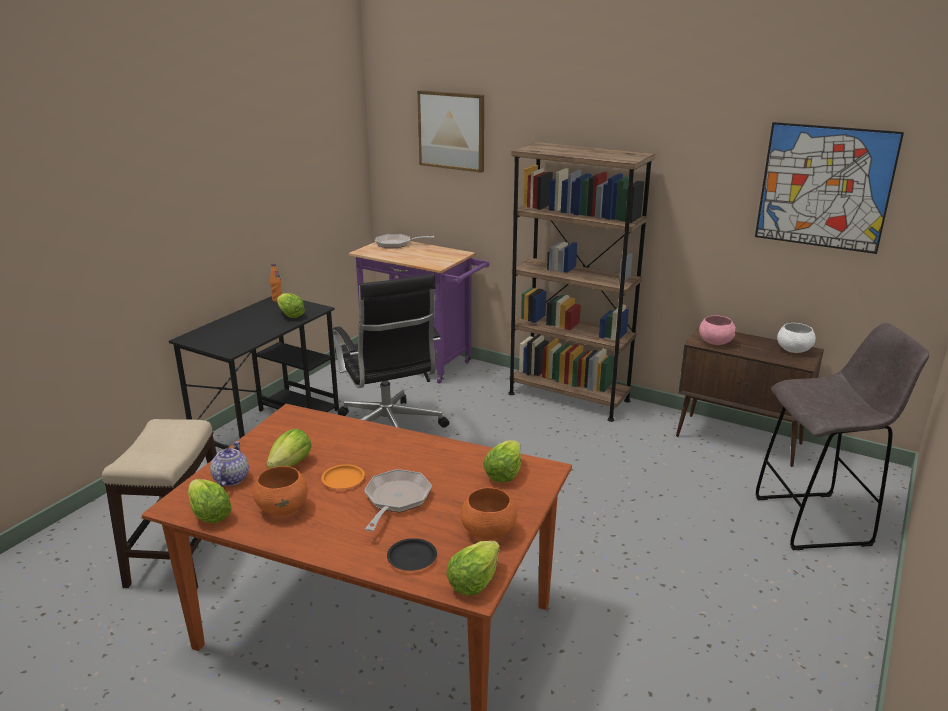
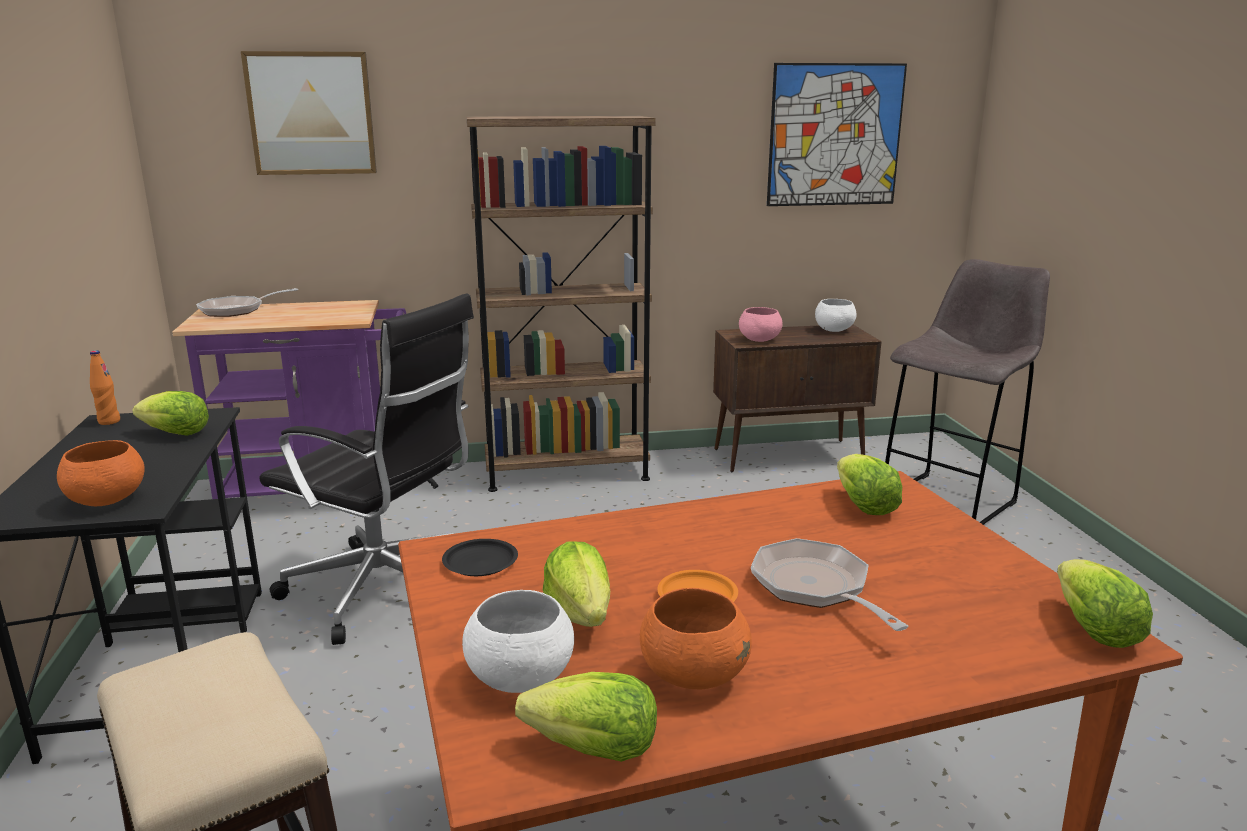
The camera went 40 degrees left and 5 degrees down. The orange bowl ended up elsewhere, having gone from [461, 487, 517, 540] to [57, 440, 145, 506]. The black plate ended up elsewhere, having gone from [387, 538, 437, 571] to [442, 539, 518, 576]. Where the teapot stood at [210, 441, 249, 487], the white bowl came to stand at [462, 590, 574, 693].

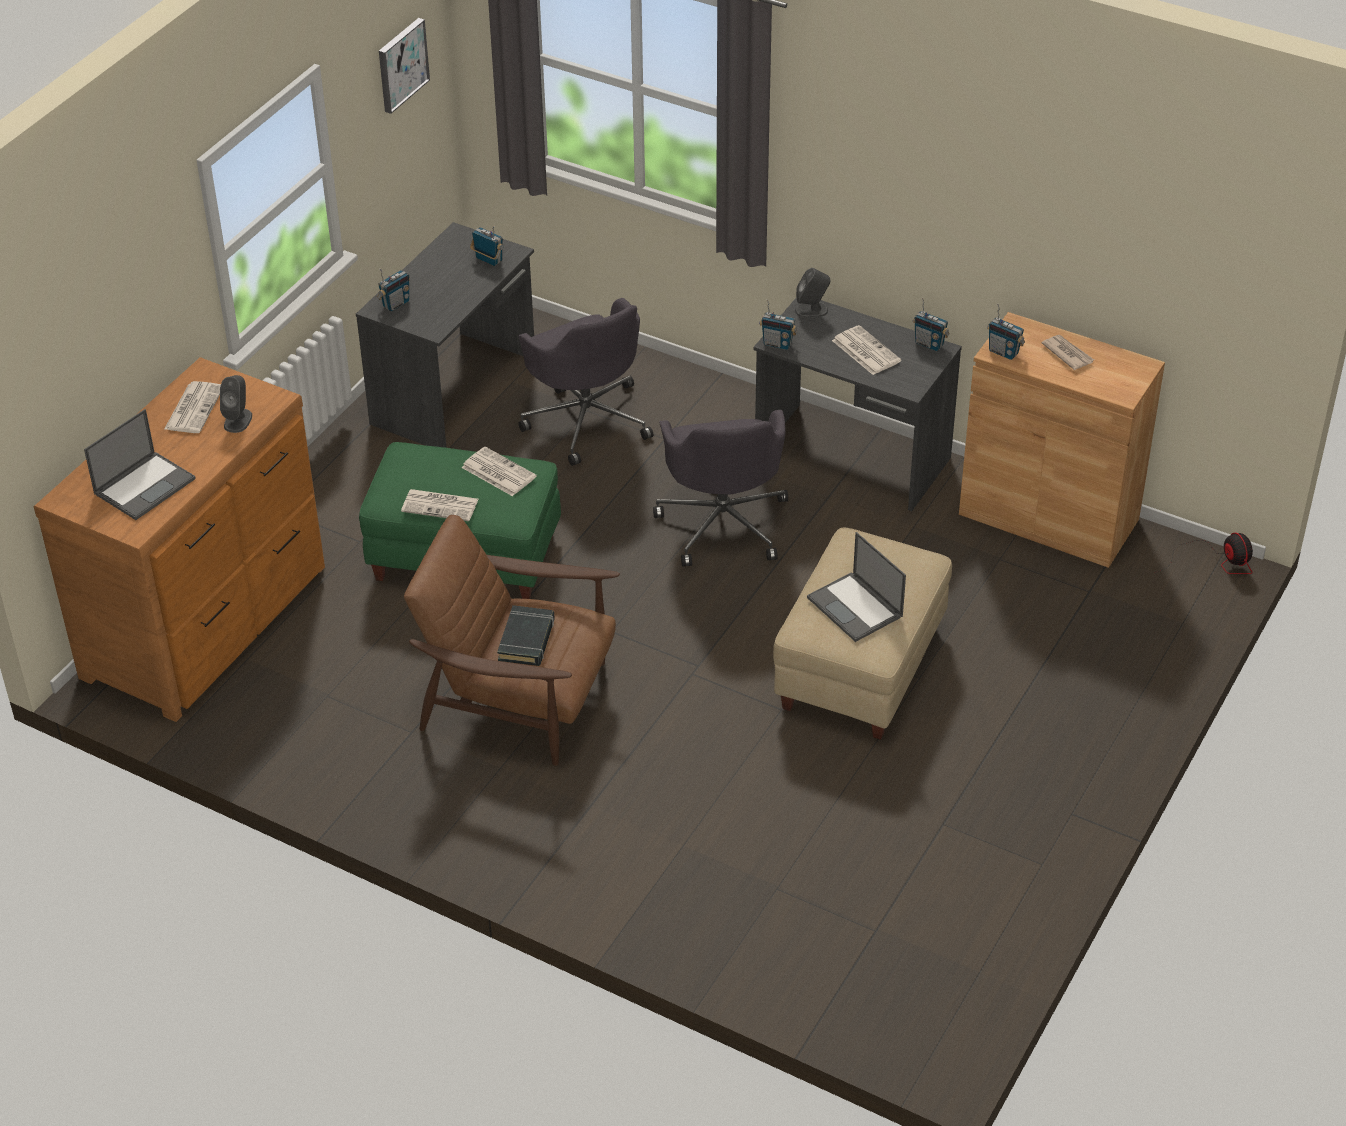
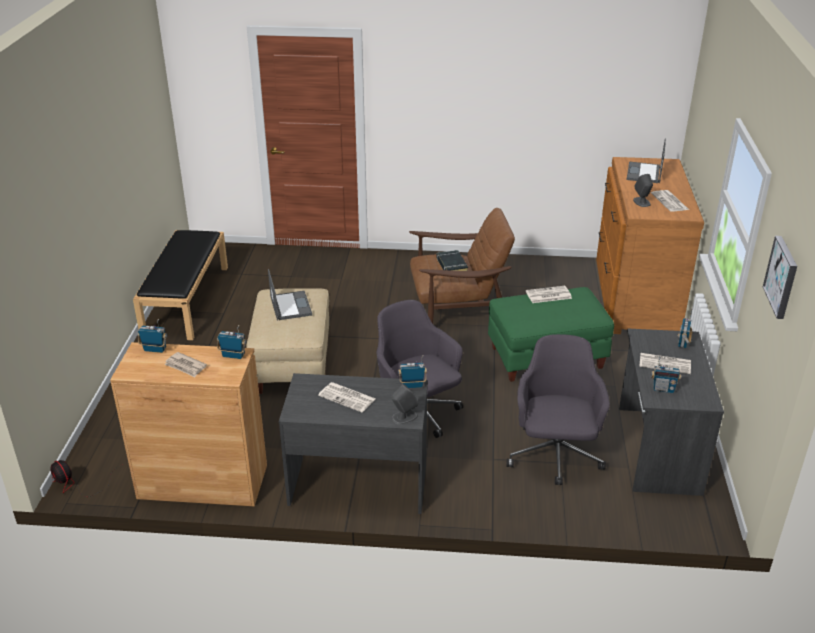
The camera went 155 degrees right and 10 degrees down. The second view gained the black bench at [133, 230, 228, 340]. The radio ended up elsewhere, having gone from [913, 298, 950, 351] to [138, 319, 167, 353]. The laptop at [807, 532, 906, 642] ended up facing another way, 45 degrees clockwise from before. The grey office chair at [519, 298, 653, 466] ended up facing another way, 60 degrees clockwise from before. The newspaper ended up elsewhere, having gone from [461, 447, 537, 496] to [639, 353, 691, 374].

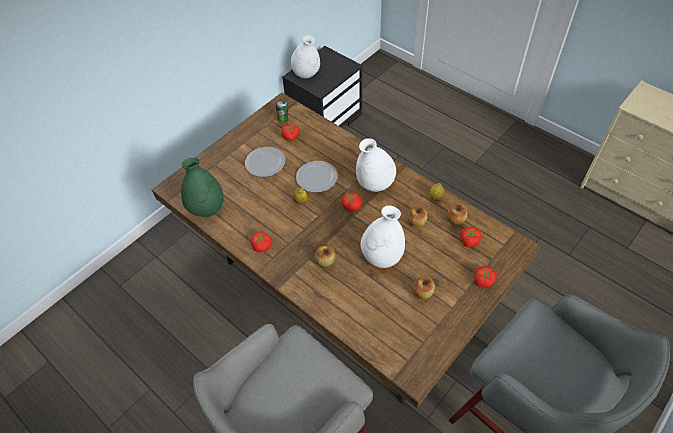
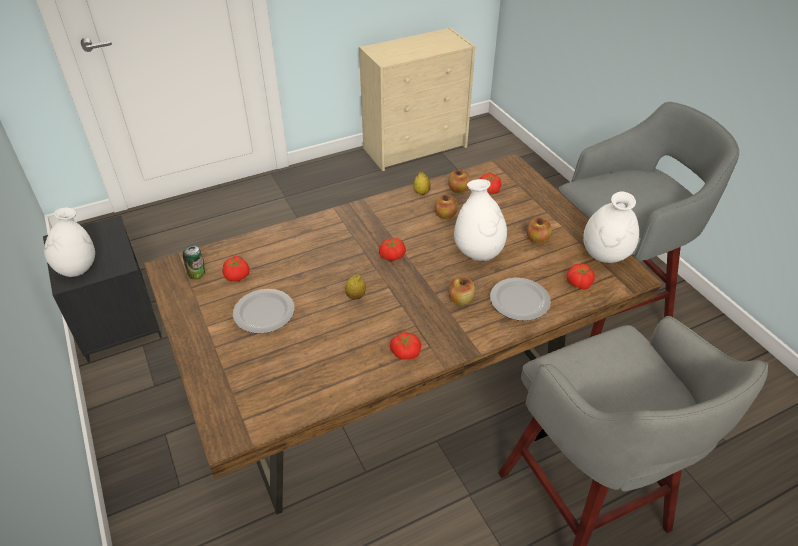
The camera went 70 degrees left and 10 degrees down. The plate ended up elsewhere, having gone from [296, 161, 338, 193] to [490, 278, 551, 321]. The tomato ended up elsewhere, having gone from [474, 266, 497, 288] to [567, 263, 595, 290]. The white vase ended up elsewhere, having gone from [356, 138, 396, 192] to [583, 191, 639, 263]. The second view lost the green vase at [181, 157, 224, 217].

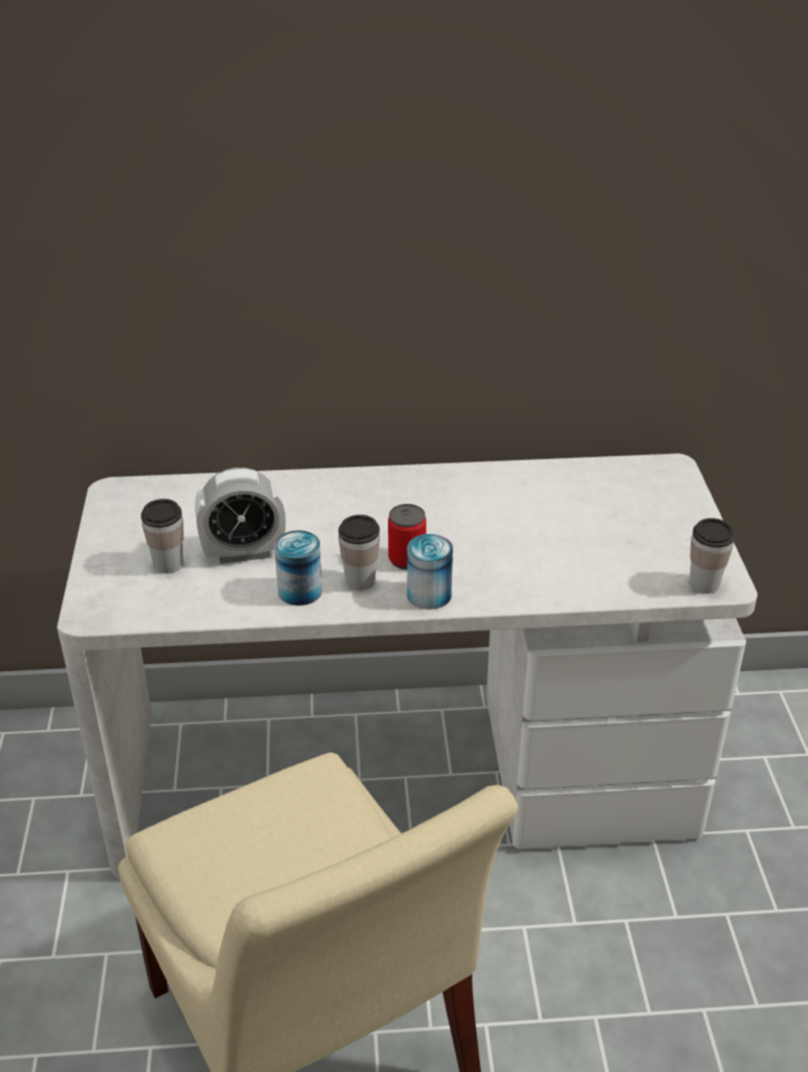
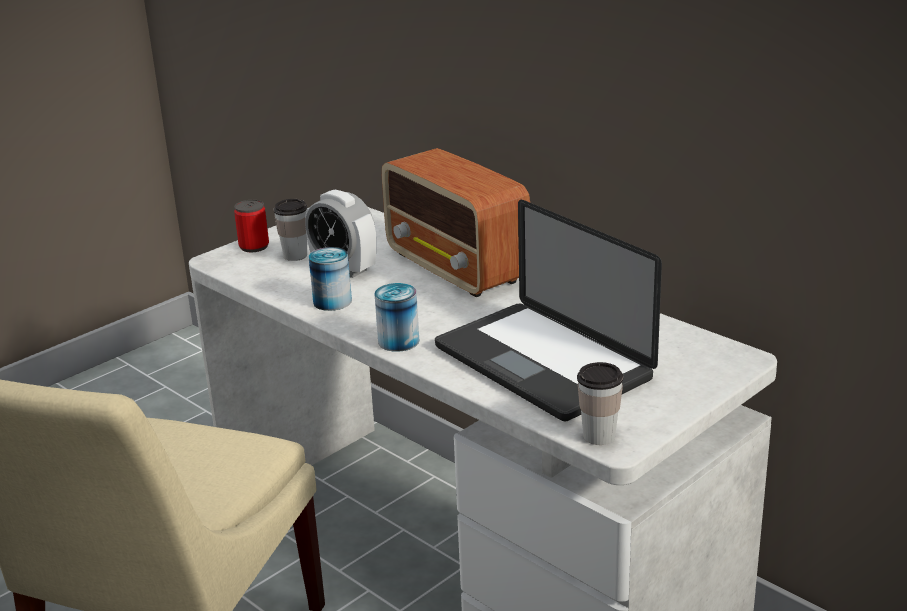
The camera went 50 degrees right and 10 degrees down. The can ended up elsewhere, having gone from [388, 504, 426, 570] to [234, 200, 269, 252]. The second view gained the radio at [382, 148, 530, 297]. The second view gained the laptop at [435, 200, 662, 421]. The second view lost the cup at [338, 515, 380, 590].

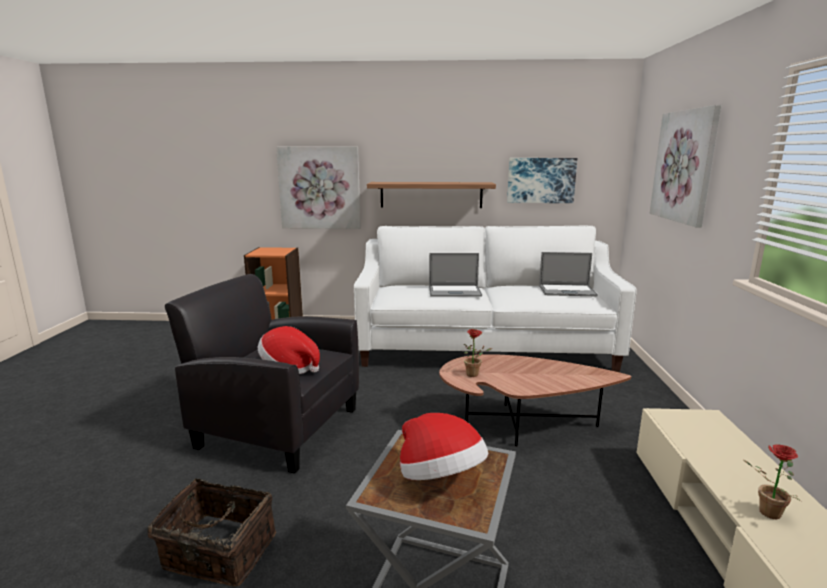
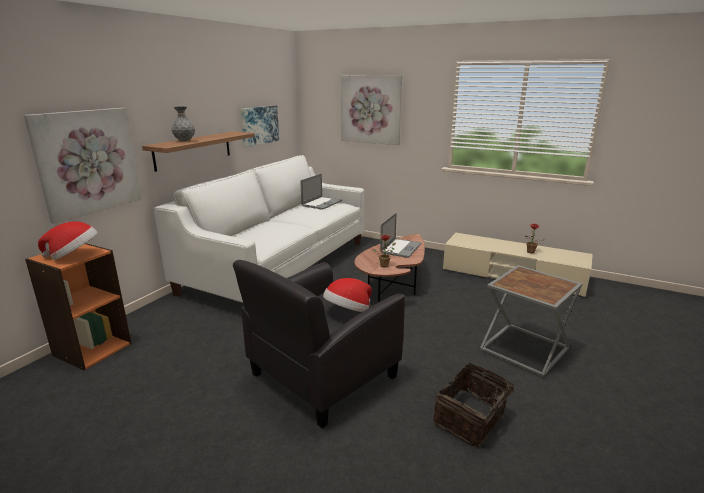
The camera went 65 degrees left and 5 degrees up. The hat ended up elsewhere, having gone from [400, 413, 488, 480] to [38, 221, 98, 260]. The second view gained the grey vase at [171, 106, 195, 141]. The laptop ended up elsewhere, having gone from [429, 253, 482, 297] to [380, 213, 422, 258].

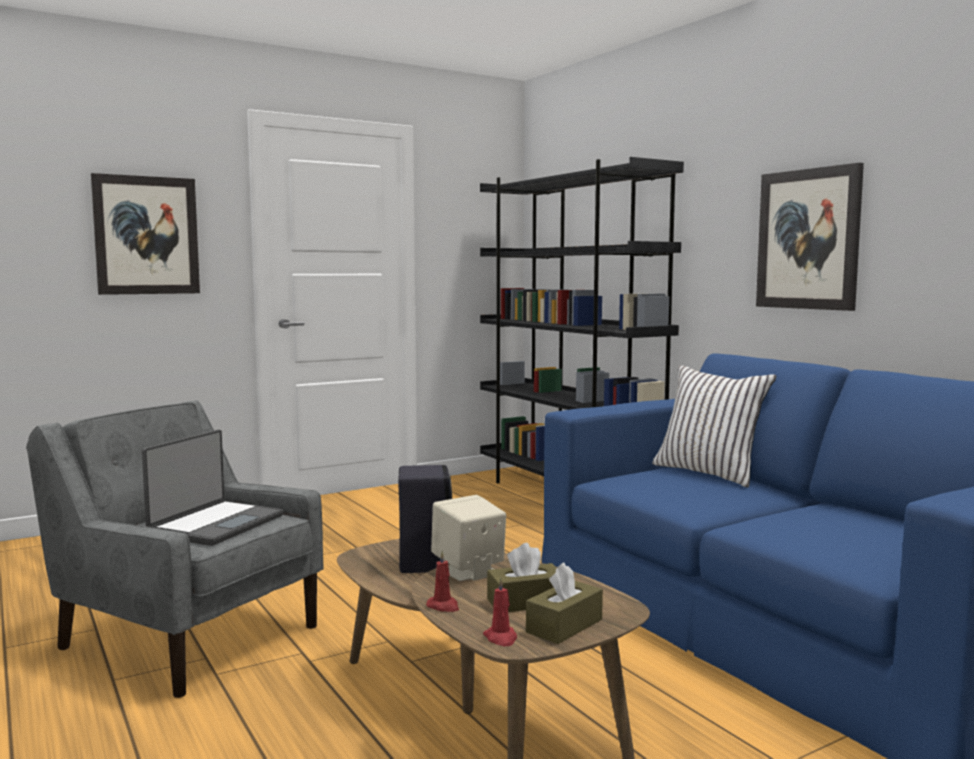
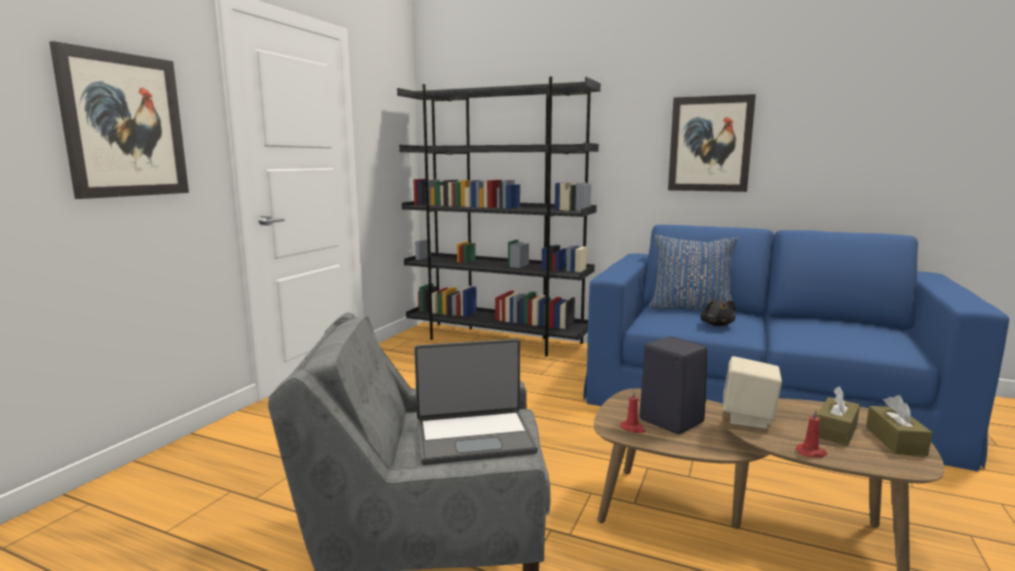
The camera went 35 degrees left and 5 degrees up. The laptop at [142, 430, 283, 546] ended up facing another way, 90 degrees clockwise from before. The red candle ended up elsewhere, having gone from [483, 577, 517, 646] to [620, 390, 645, 433]. What was the white pillow at [652, 365, 777, 488] turned into the blue pillow at [649, 235, 738, 310]. The second view gained the black plush toy at [700, 300, 735, 326].

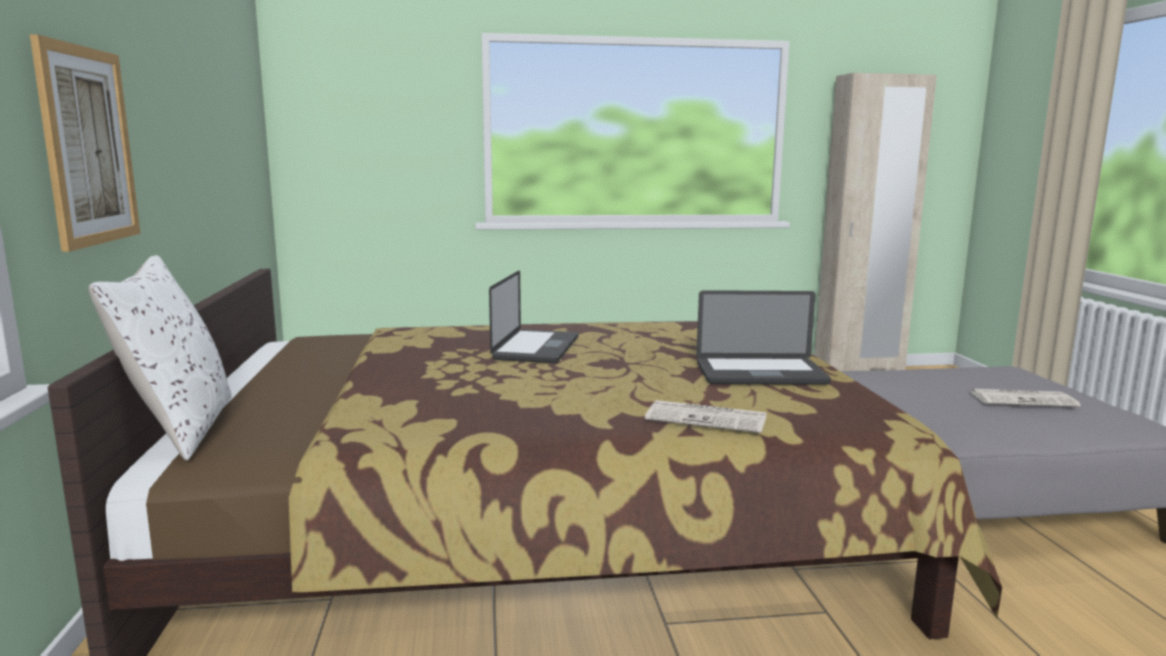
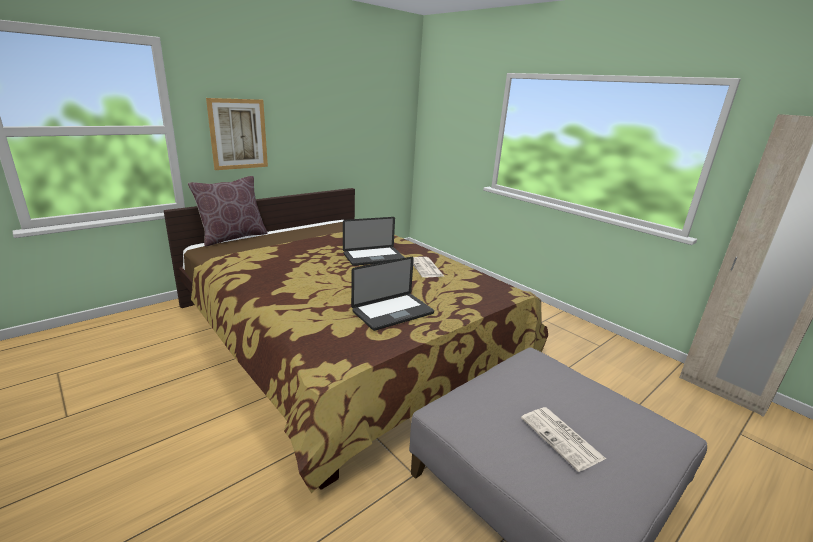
The camera went 55 degrees right and 10 degrees up. What was the white pillow at [89, 255, 232, 461] turned into the brown pillow at [188, 176, 268, 247]. The laptop at [696, 290, 831, 385] ended up facing another way, 90 degrees counterclockwise from before. The newspaper ended up elsewhere, having gone from [645, 400, 766, 433] to [413, 257, 444, 277].

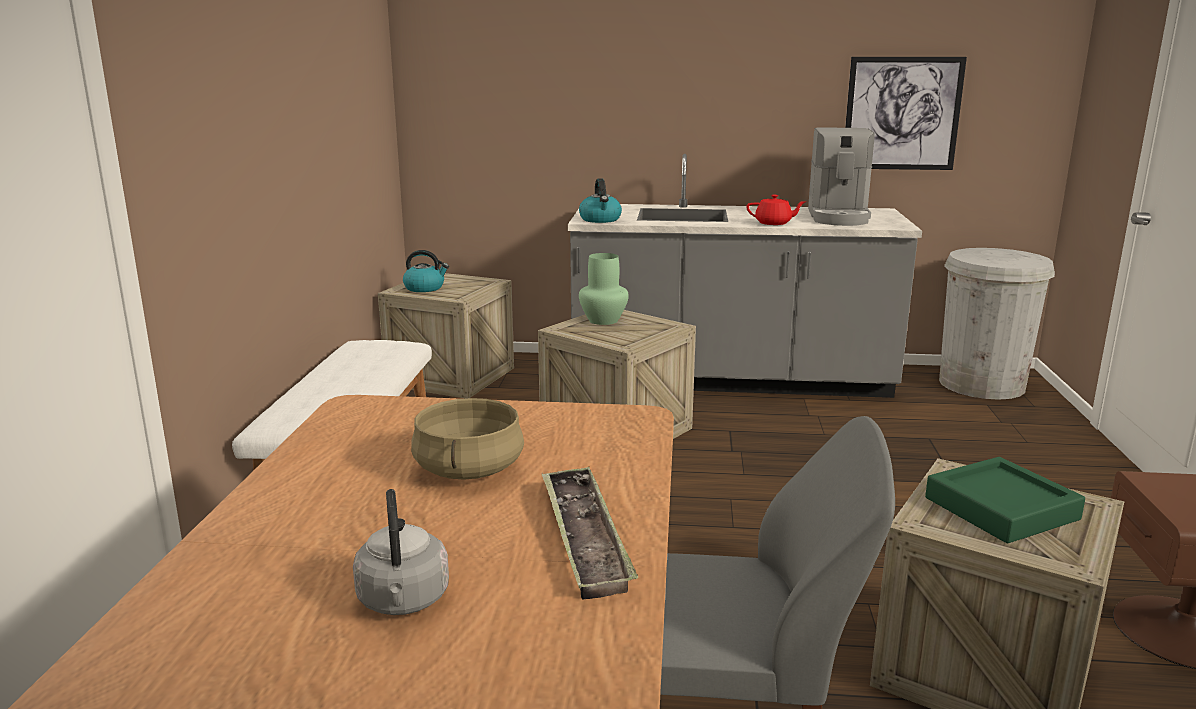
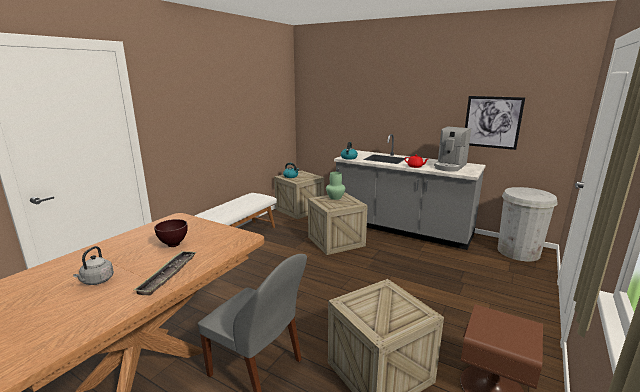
The camera went 25 degrees right and 0 degrees up. Where the beige cooking pot stood at [411, 398, 524, 480], the brown bowl came to stand at [154, 219, 188, 247]. The second view lost the green tray at [925, 457, 1085, 543].

